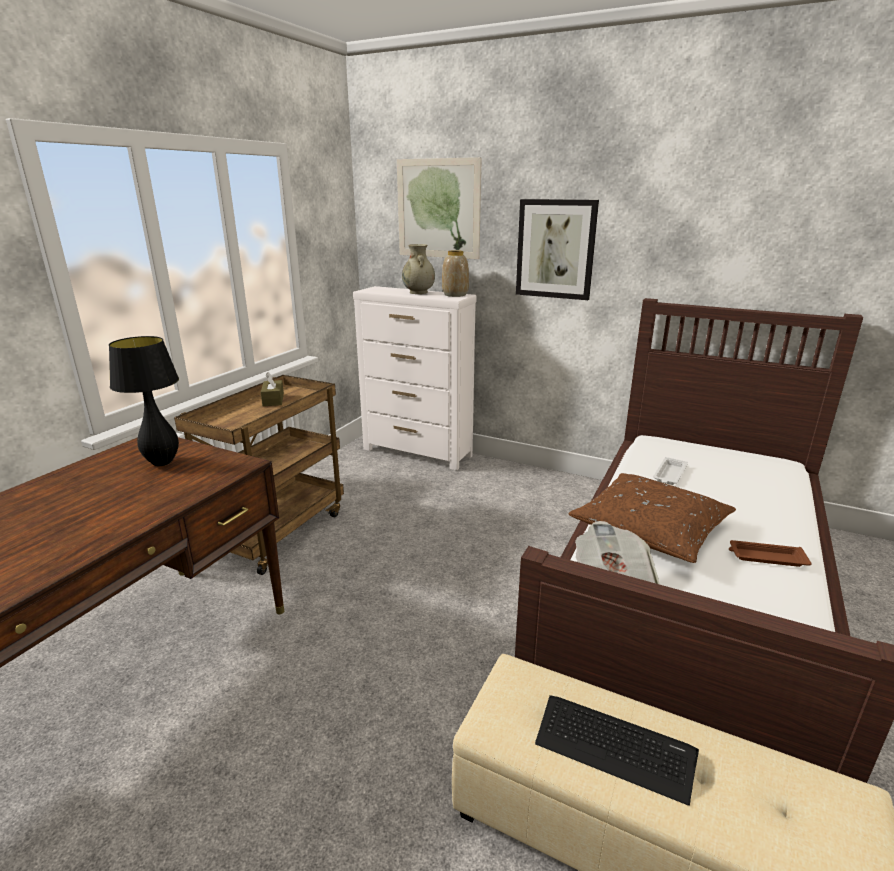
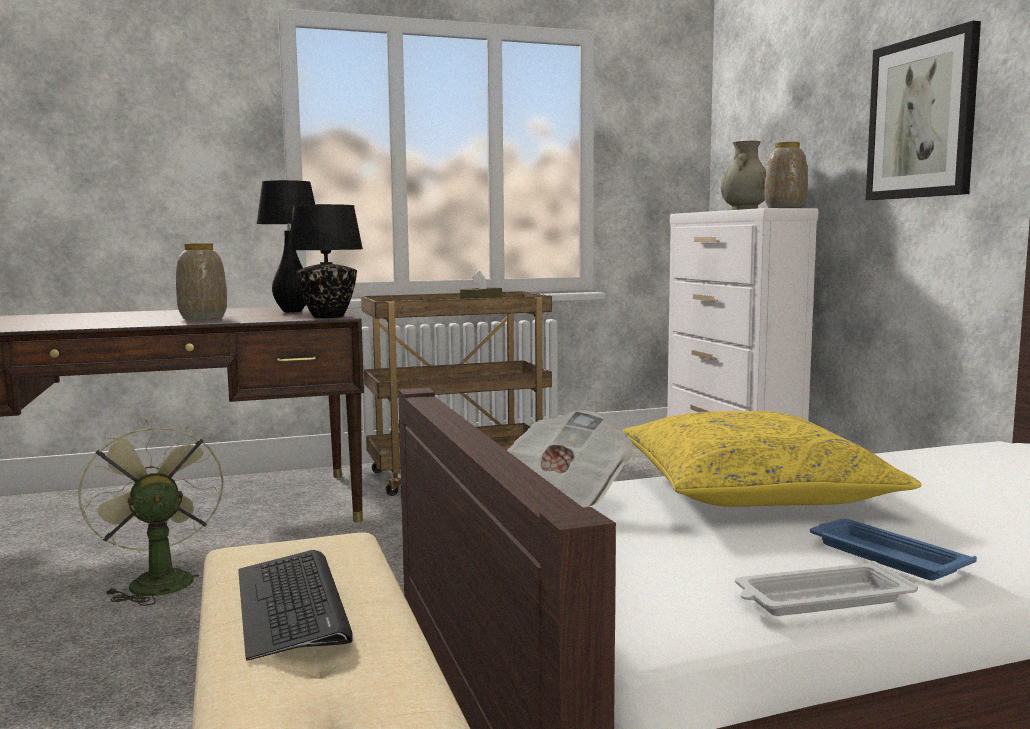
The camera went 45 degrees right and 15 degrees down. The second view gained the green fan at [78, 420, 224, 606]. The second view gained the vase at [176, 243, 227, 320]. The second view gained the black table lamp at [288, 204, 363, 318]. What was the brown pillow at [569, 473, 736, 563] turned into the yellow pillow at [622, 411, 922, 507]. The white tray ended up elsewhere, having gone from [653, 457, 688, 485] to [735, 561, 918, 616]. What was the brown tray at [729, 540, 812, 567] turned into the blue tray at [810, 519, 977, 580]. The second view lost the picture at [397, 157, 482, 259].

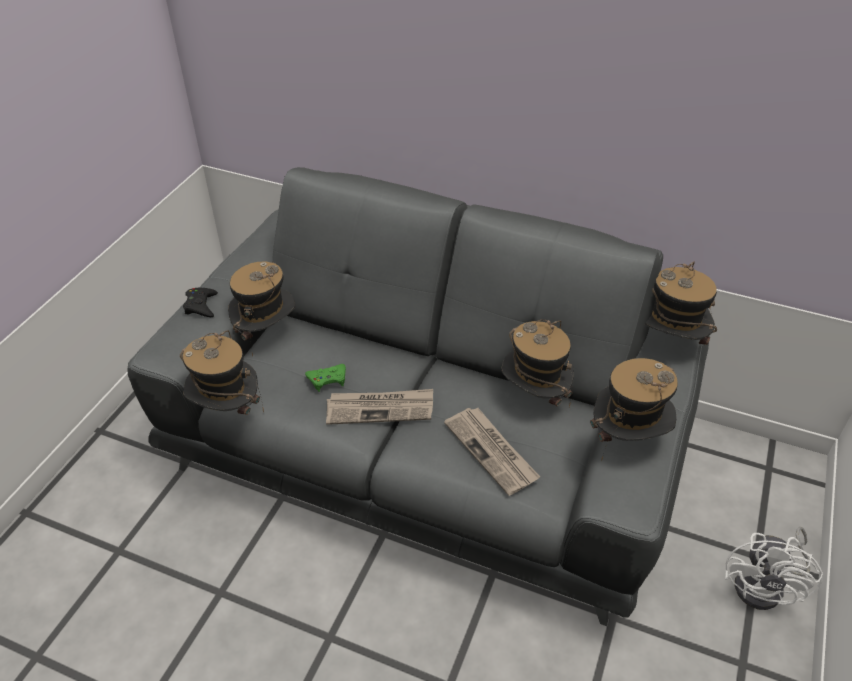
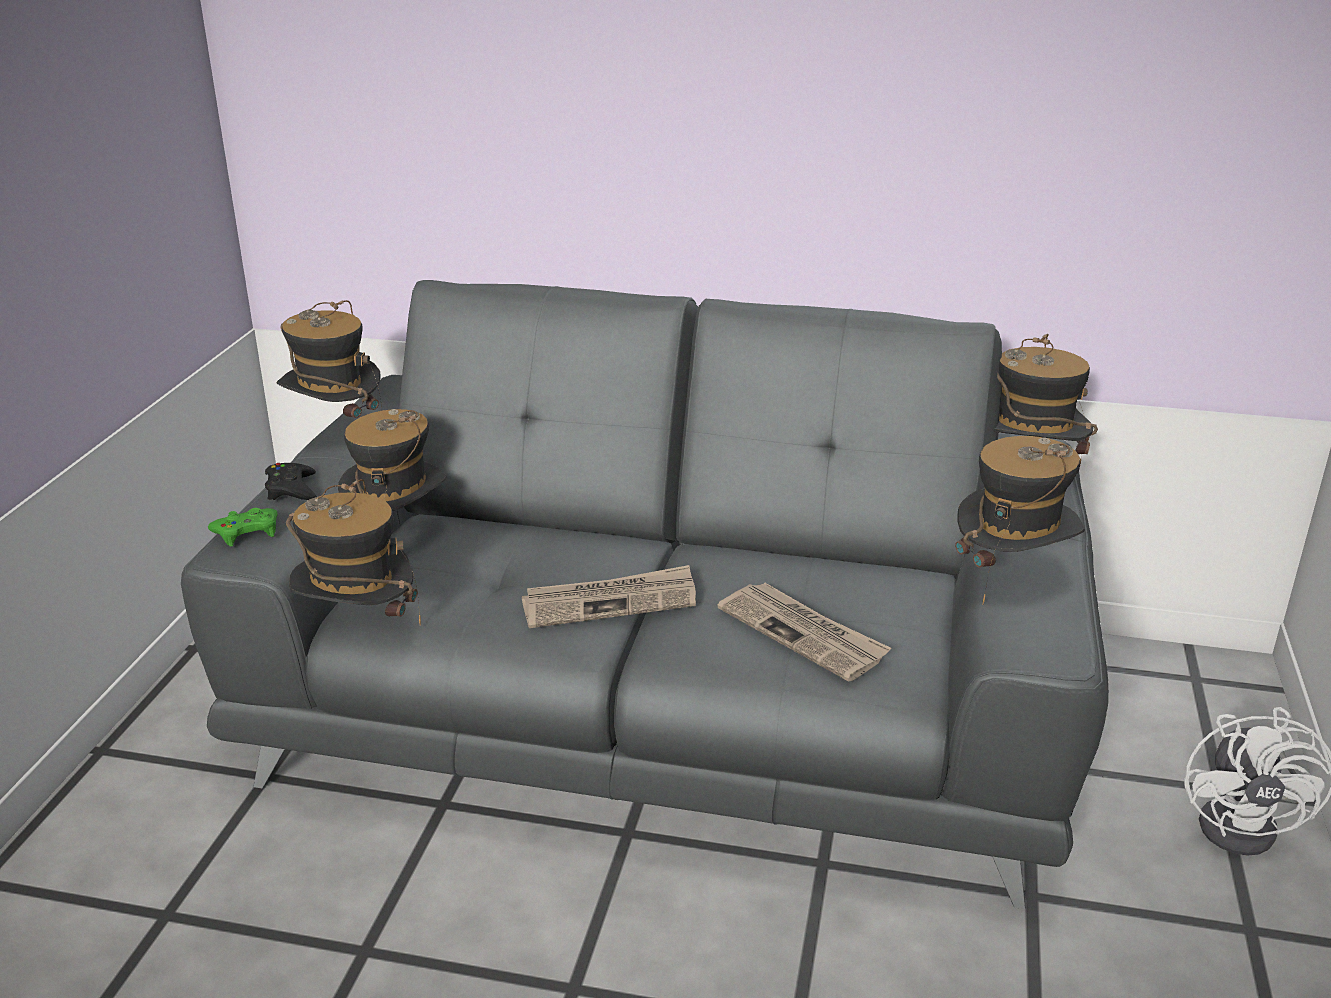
The camera went 10 degrees left and 15 degrees down. The green game controller ended up elsewhere, having gone from [305, 364, 346, 392] to [208, 508, 278, 547]. The hat ended up elsewhere, having gone from [501, 319, 574, 407] to [277, 300, 382, 418].

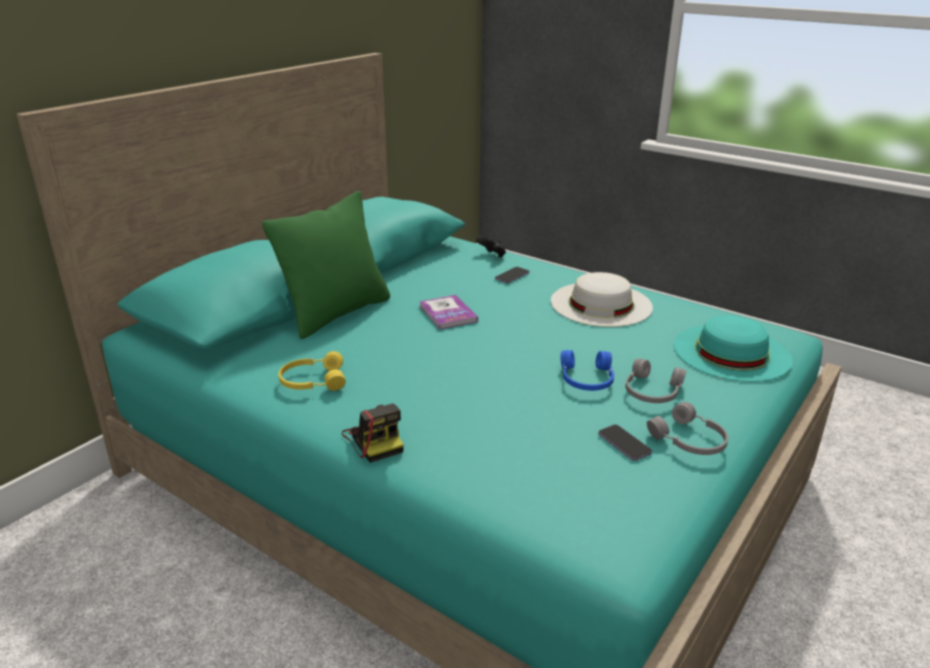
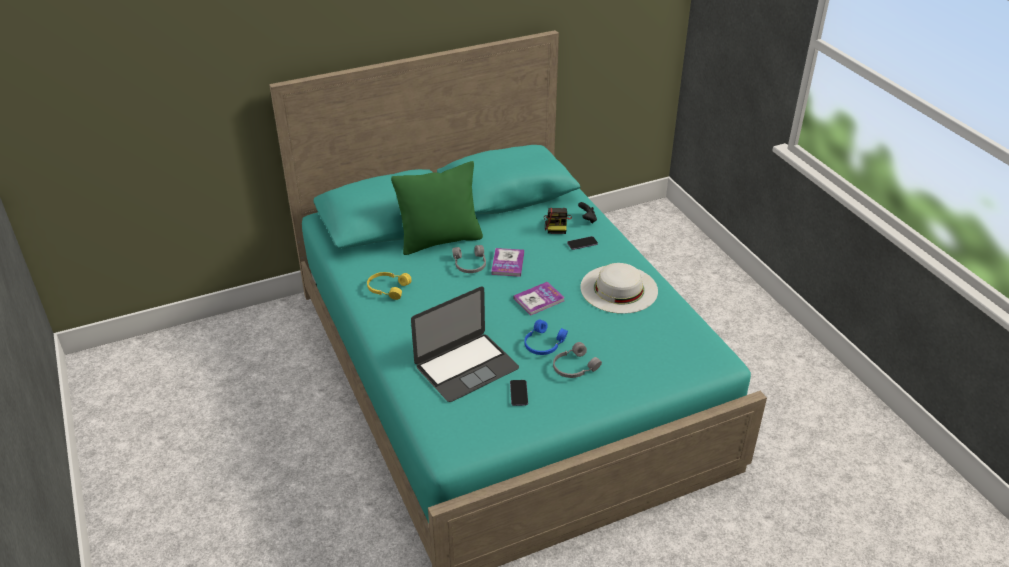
The camera went 30 degrees right and 10 degrees up. The second view gained the laptop at [411, 287, 519, 402]. The grey headphones ended up elsewhere, having gone from [647, 402, 728, 455] to [452, 245, 486, 273]. The second view gained the book at [513, 282, 565, 315]. The photo camera ended up elsewhere, having gone from [342, 403, 404, 463] to [544, 208, 572, 234]. The second view lost the turquoise hat at [674, 316, 793, 382].

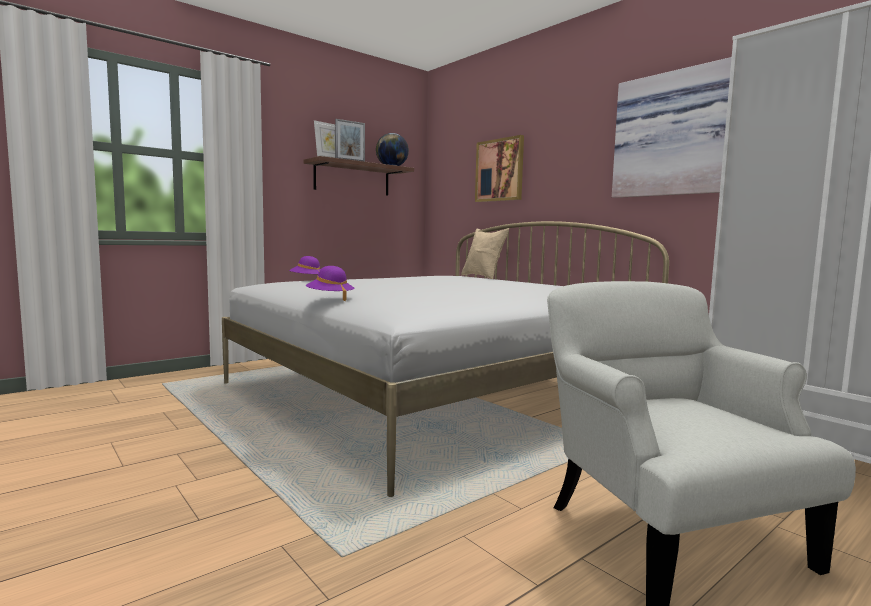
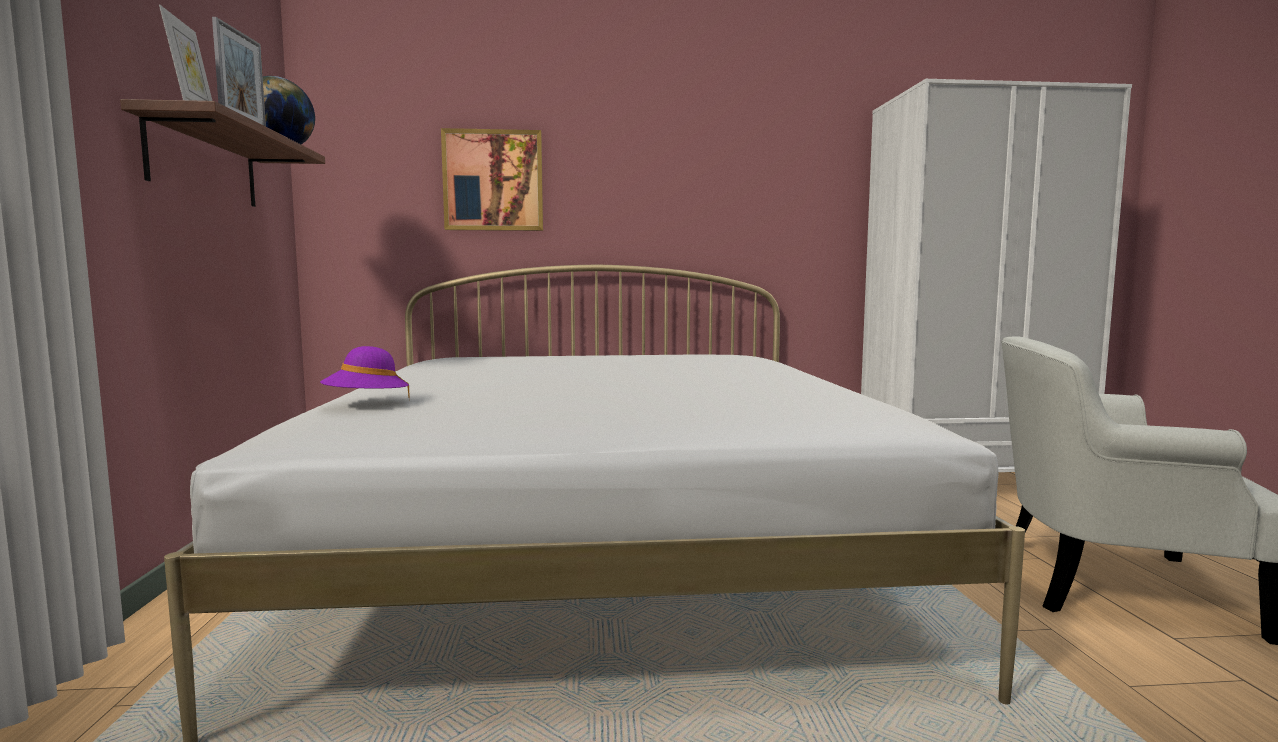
The camera went 55 degrees left and 0 degrees up. The second view lost the purple hat at [306, 266, 355, 301]. The second view lost the beige pillow at [461, 228, 509, 279]. The second view lost the picture at [612, 57, 732, 198].

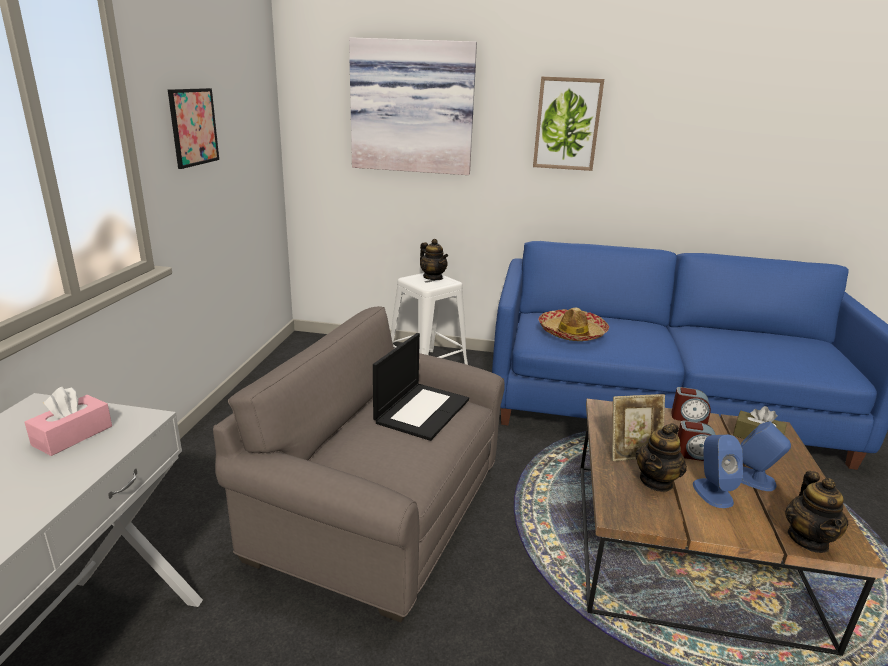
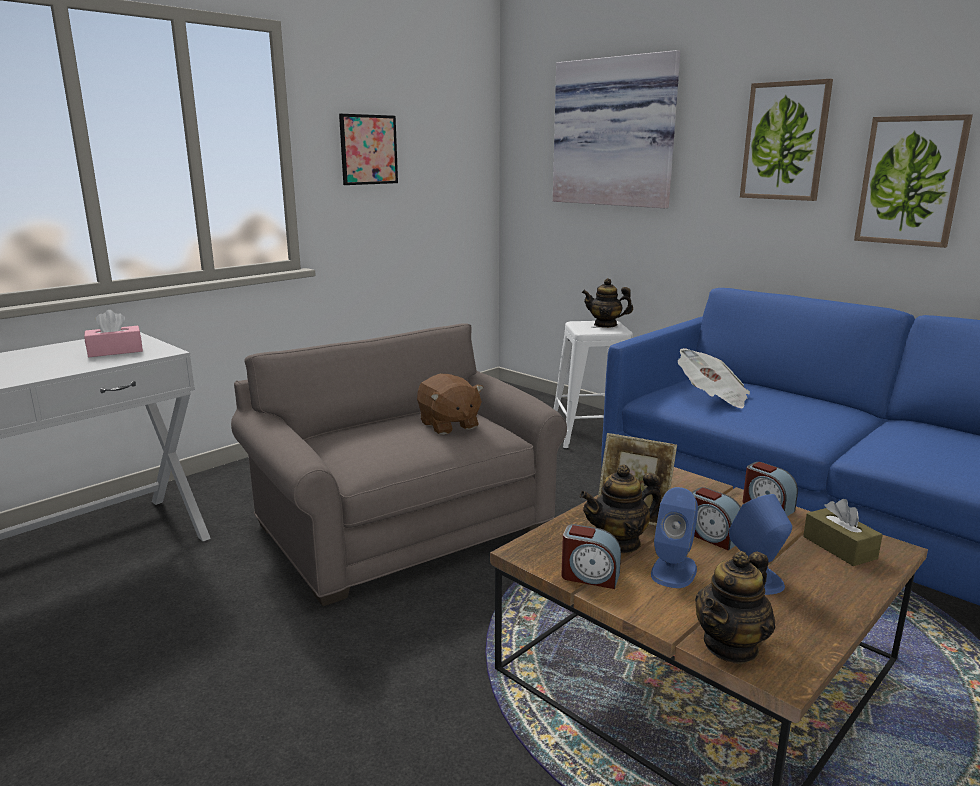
The camera went 35 degrees right and 5 degrees down. Where the laptop stood at [373, 333, 469, 441], the brown plush toy came to stand at [417, 374, 484, 435]. The second view gained the alarm clock at [561, 524, 621, 589]. The teapot at [420, 239, 448, 280] ended up facing another way, 105 degrees clockwise from before. Where the hat stood at [538, 308, 609, 341], the newspaper came to stand at [678, 348, 750, 408]. The second view gained the picture at [854, 114, 973, 248].

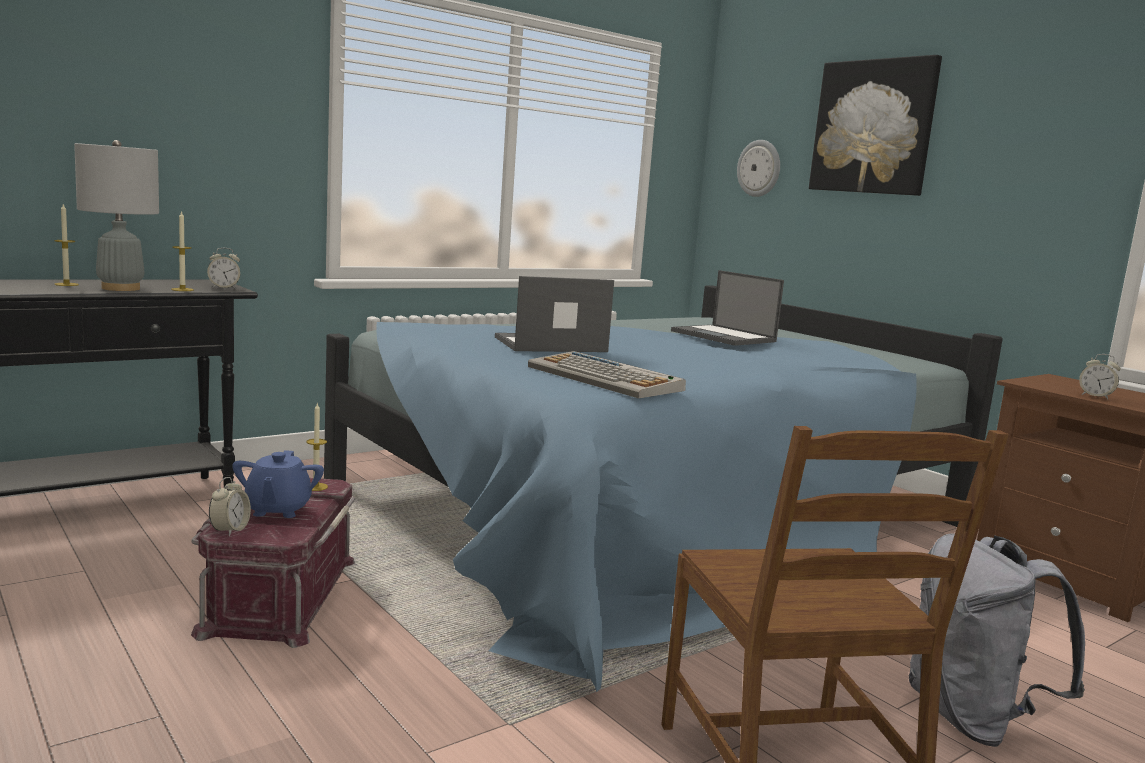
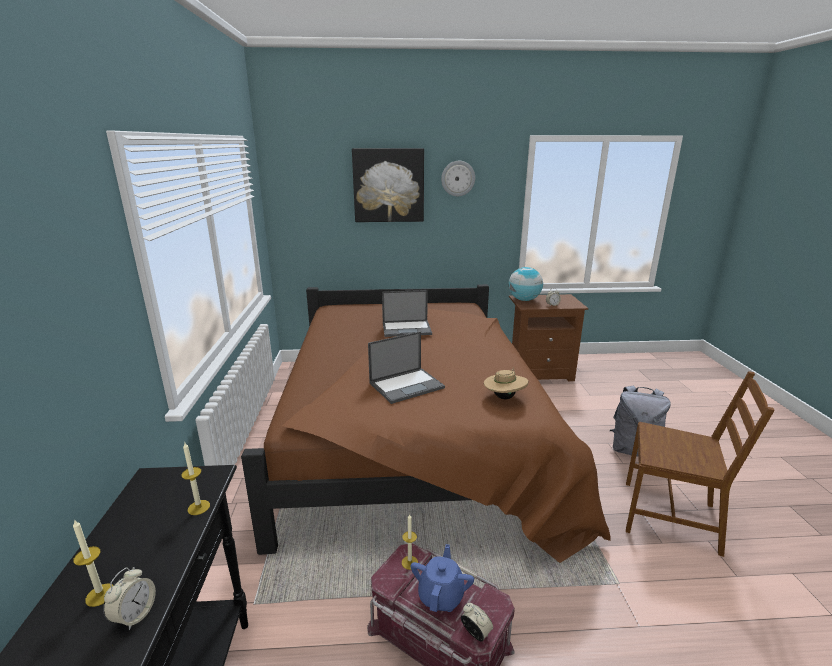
The camera went 55 degrees left and 10 degrees up. The alarm clock ended up elsewhere, having gone from [207, 248, 240, 289] to [103, 567, 156, 631]. What was the blue bed at [324, 286, 1003, 692] turned into the brown bed at [241, 284, 611, 563]. The laptop at [495, 276, 614, 352] ended up facing another way, 135 degrees counterclockwise from before. The blue teapot at [232, 450, 324, 518] ended up facing another way, 105 degrees counterclockwise from before. The wall clock ended up elsewhere, having gone from [737, 140, 780, 197] to [441, 161, 475, 196]. Where the keyboard stood at [528, 351, 686, 398], the beige hat came to stand at [484, 368, 528, 399]. The second view gained the globe at [509, 267, 543, 301]. The second view lost the grey table lamp at [74, 140, 159, 291].

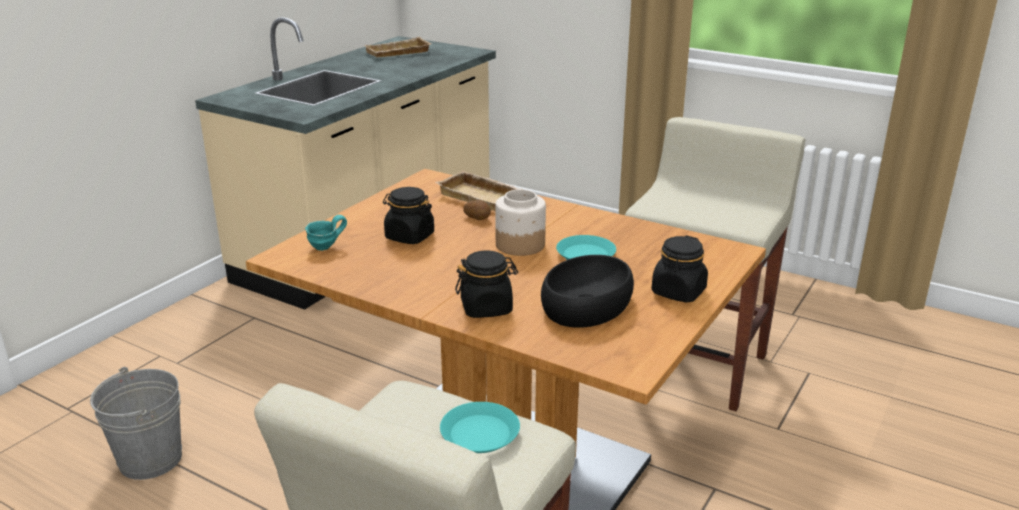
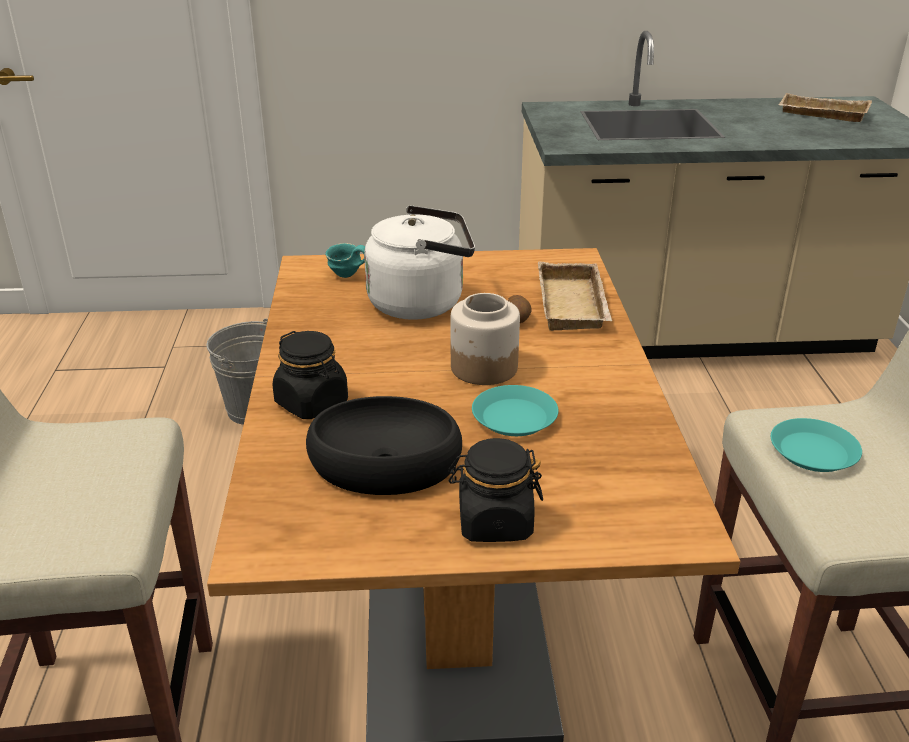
The camera went 55 degrees right and 5 degrees up. Where the black jar stood at [383, 187, 434, 244], the white kettle came to stand at [364, 205, 475, 320]. The turquoise plate ended up elsewhere, having gone from [440, 402, 520, 453] to [771, 418, 862, 472].

